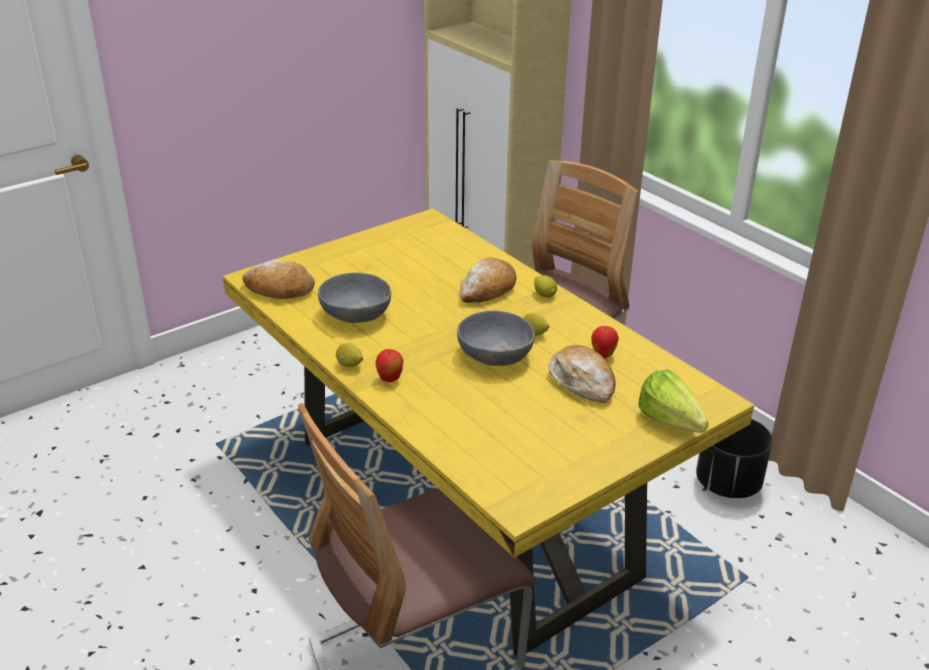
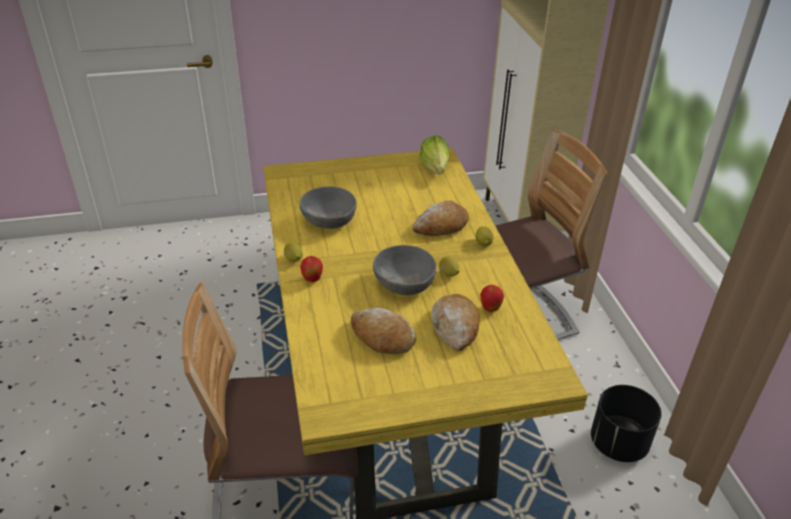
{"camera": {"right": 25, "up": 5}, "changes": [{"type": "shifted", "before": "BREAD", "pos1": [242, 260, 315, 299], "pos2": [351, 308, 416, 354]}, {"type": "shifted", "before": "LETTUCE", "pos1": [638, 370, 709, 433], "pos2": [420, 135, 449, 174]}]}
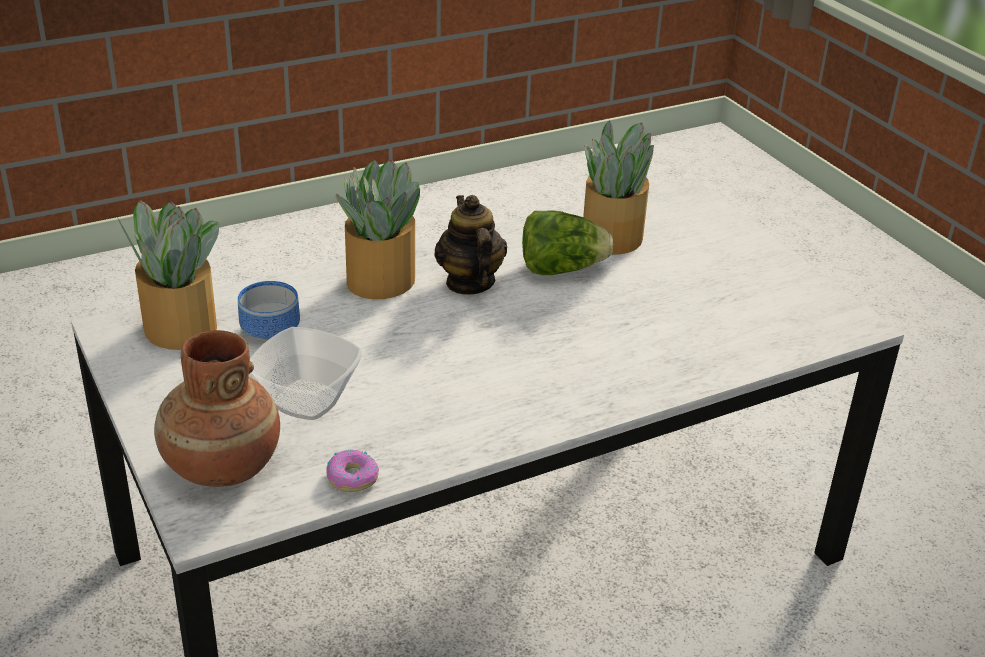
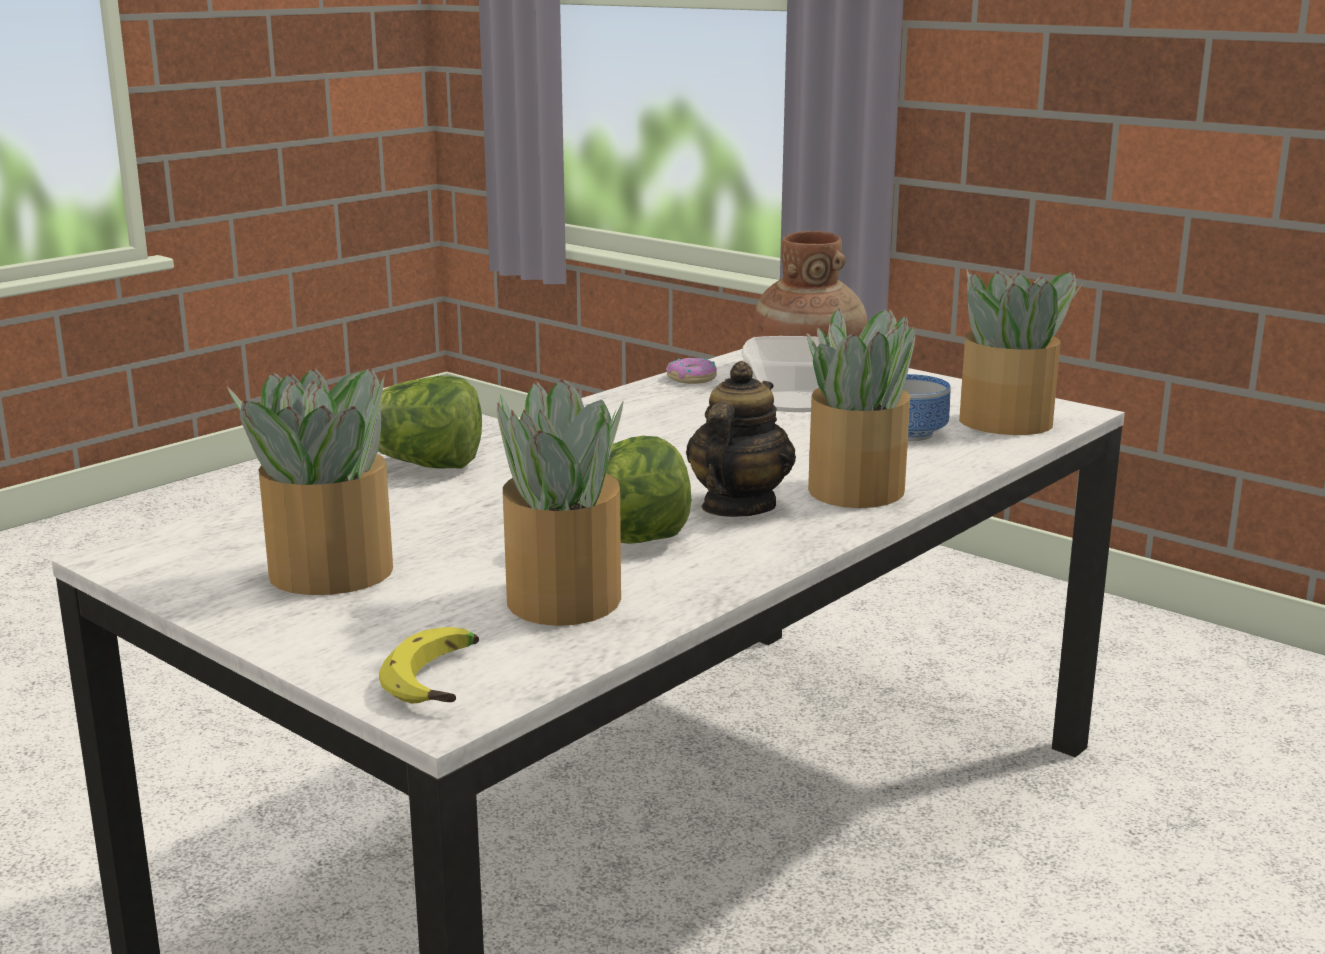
{"camera": {"right": 160, "up": -15}, "changes": [{"type": "new", "after": "POTTED PLANT", "pos2": [227, 368, 393, 595]}, {"type": "new", "after": "LETTUCE", "pos2": [378, 376, 482, 469]}, {"type": "new", "after": "BANANA", "pos2": [379, 627, 479, 704]}, {"type": "rotated", "before": "TEAPOT", "pos1": [434, 195, 507, 295], "pos2": [686, 361, 796, 517], "turn": -120}]}
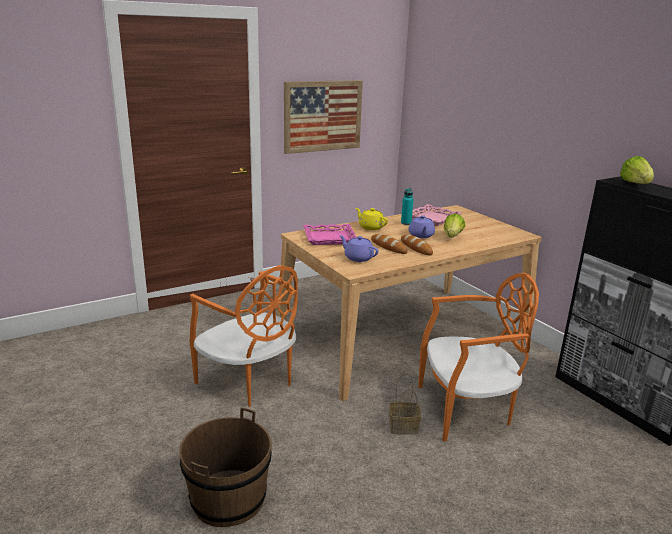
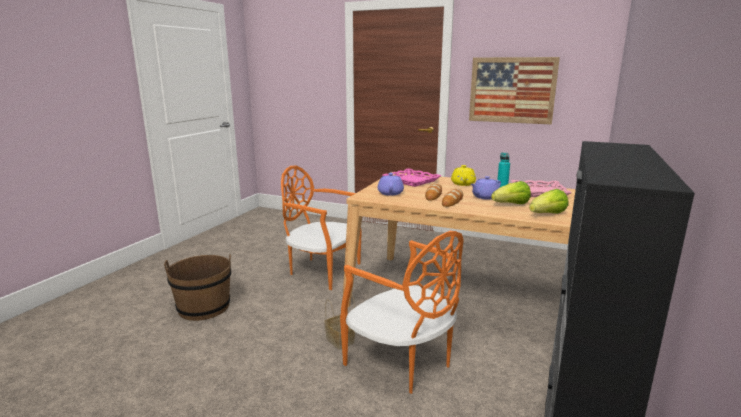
{"camera": {"right": 55, "up": -5}, "changes": [{"type": "shifted", "before": "LETTUCE", "pos1": [620, 156, 654, 184], "pos2": [529, 189, 569, 214]}, {"type": "rotated", "before": "ORANGE CHAIR", "pos1": [189, 265, 298, 407], "pos2": [281, 166, 362, 290], "turn": 105}]}
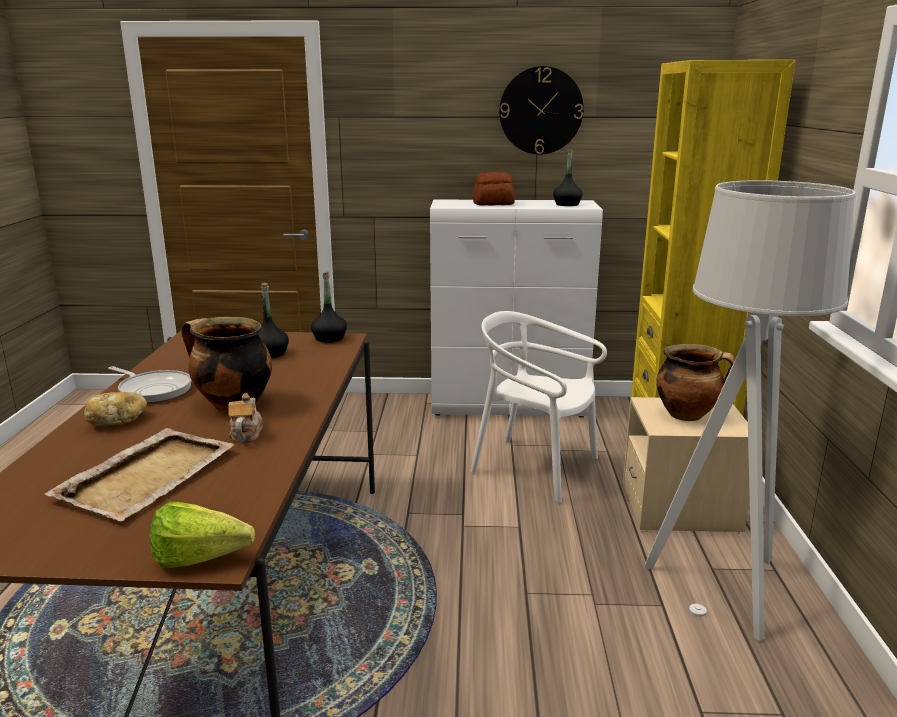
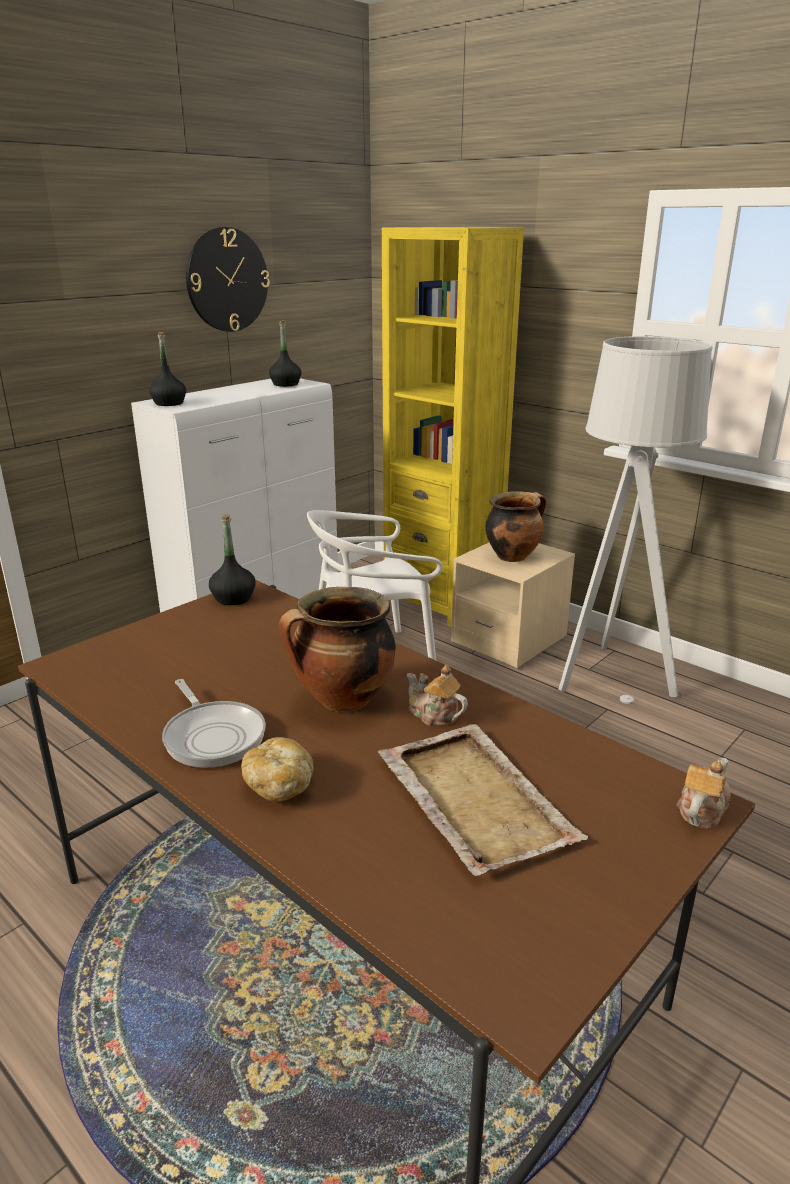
{"camera": {"right": -50, "up": 5}, "changes": [{"type": "gone", "before": "BREAD", "pos1": [473, 172, 515, 205]}, {"type": "shifted", "before": "BLACK BOTTLE", "pos1": [258, 283, 289, 358], "pos2": [149, 332, 186, 406]}, {"type": "swapped", "before": "LETTUCE", "after": "TEAPOT", "pos1": [150, 502, 255, 568], "pos2": [676, 758, 731, 829]}, {"type": "rotated", "before": "FRYING PAN", "pos1": [108, 366, 192, 403], "pos2": [162, 679, 266, 768], "turn": 75}]}
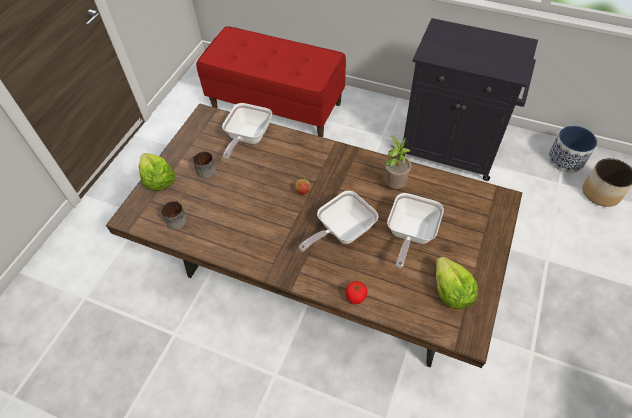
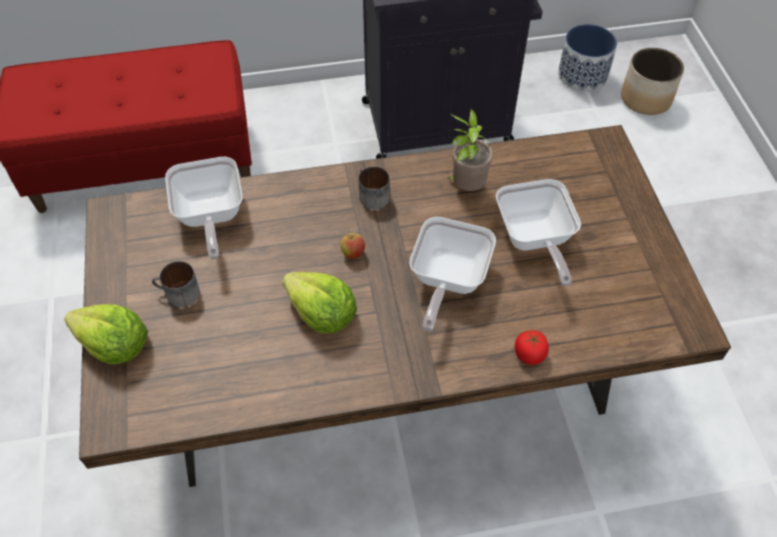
{"camera": {"right": -35, "up": 0}, "changes": [{"type": "shifted", "before": "MUG", "pos1": [161, 200, 187, 230], "pos2": [358, 166, 390, 209]}, {"type": "shifted", "before": "LETTUCE", "pos1": [436, 257, 478, 309], "pos2": [282, 272, 357, 333]}]}
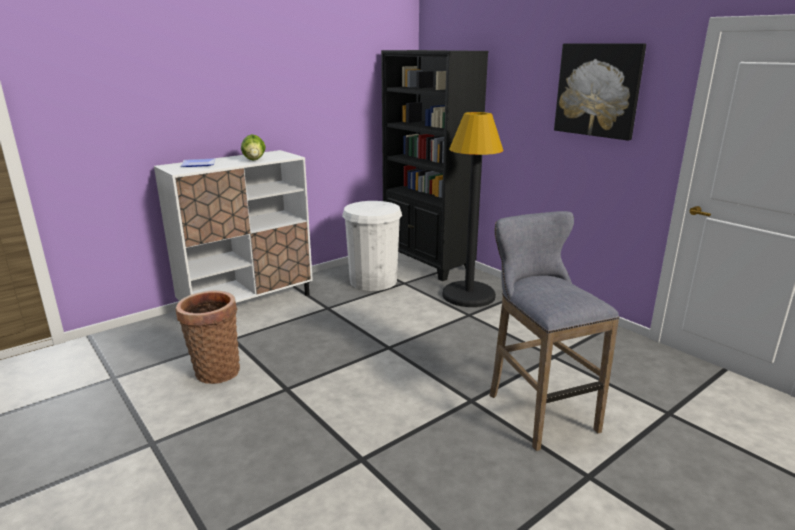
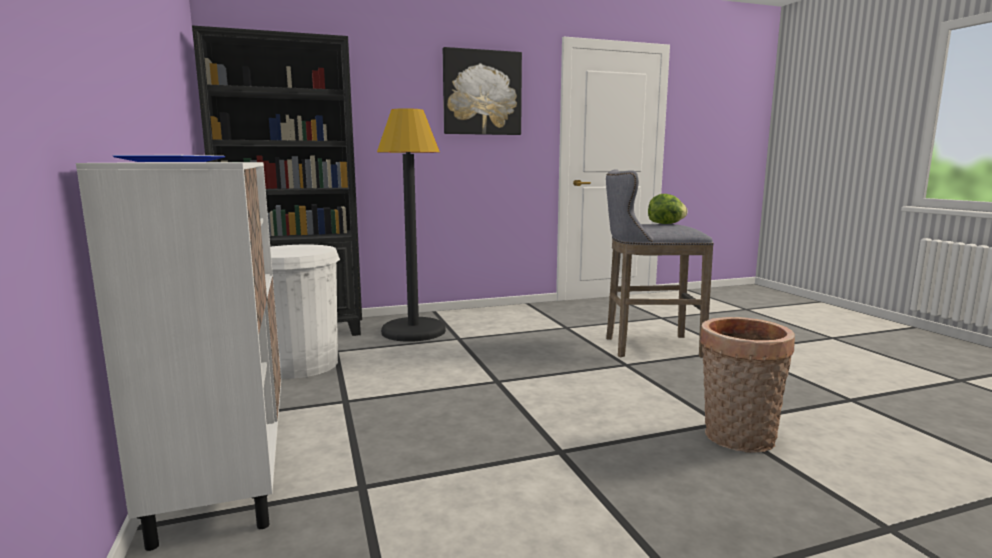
{"camera": {"right": -70, "up": -10}, "changes": [{"type": "shifted", "before": "BASKET", "pos1": [176, 290, 240, 384], "pos2": [700, 317, 795, 453]}, {"type": "shifted", "before": "LETTUCE", "pos1": [241, 134, 266, 161], "pos2": [648, 194, 687, 224]}]}
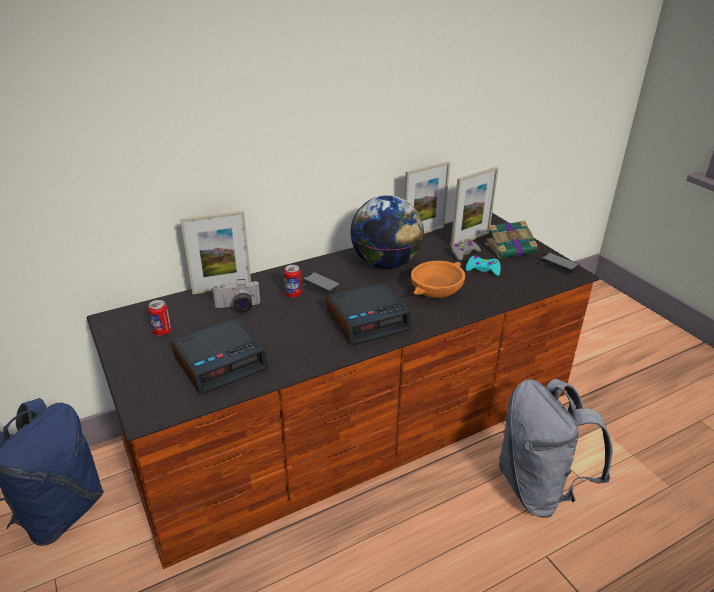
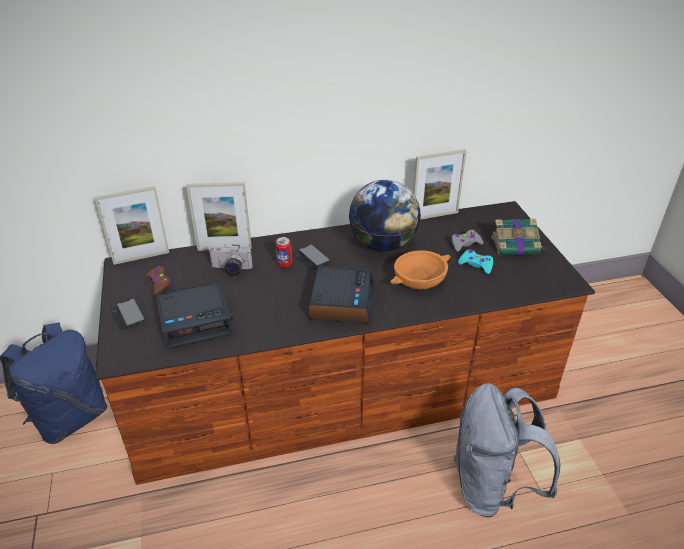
{"camera": {"right": 15, "up": 5}, "changes": [{"type": "shifted", "before": "PICTURE FRAME", "pos1": [451, 167, 498, 246], "pos2": [95, 186, 169, 265]}, {"type": "shifted", "before": "PHONE", "pos1": [537, 252, 579, 275], "pos2": [110, 298, 145, 331]}, {"type": "swapped", "before": "CAN", "after": "BROWN GAME CONTROLLER", "pos1": [148, 300, 171, 336], "pos2": [145, 266, 170, 295]}, {"type": "rotated", "before": "ALARM CLOCK", "pos1": [327, 283, 412, 345], "pos2": [309, 266, 374, 324], "turn": -75}]}
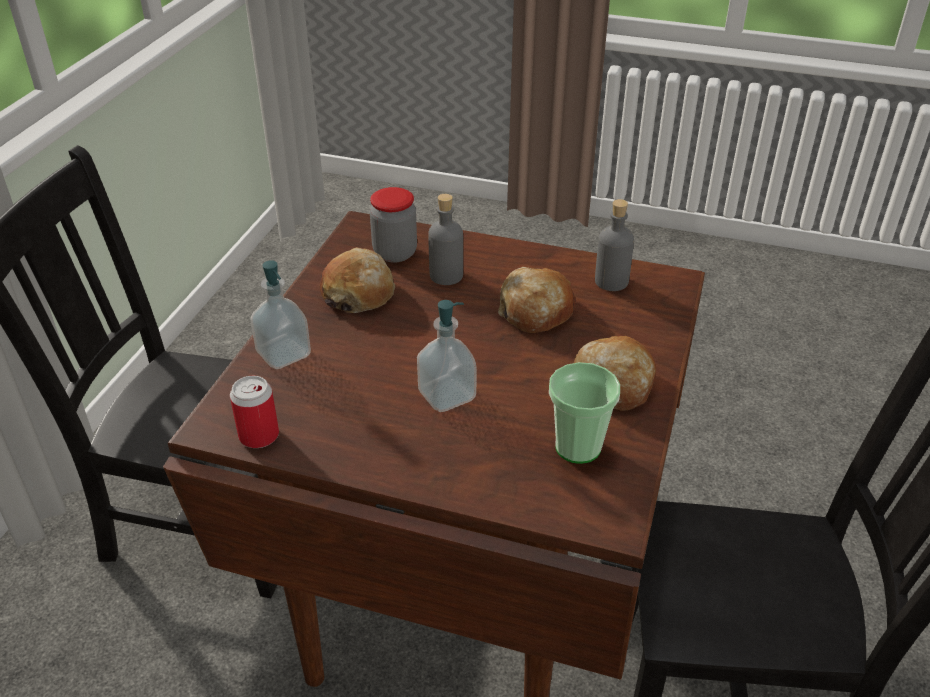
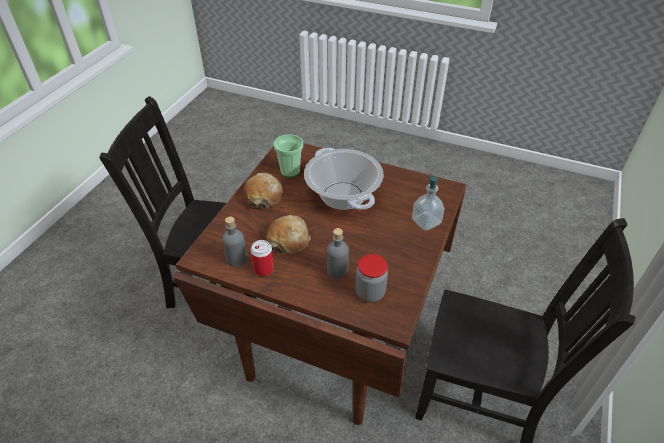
{"camera": {"right": -175, "up": 5}, "changes": [{"type": "gone", "before": "BREAD", "pos1": [319, 247, 395, 313]}, {"type": "shifted", "before": "CAN", "pos1": [230, 376, 279, 448], "pos2": [250, 240, 274, 276]}, {"type": "swapped", "before": "SOAP DISPENSER", "after": "COOKING POT", "pos1": [417, 300, 477, 412], "pos2": [304, 147, 383, 210]}]}
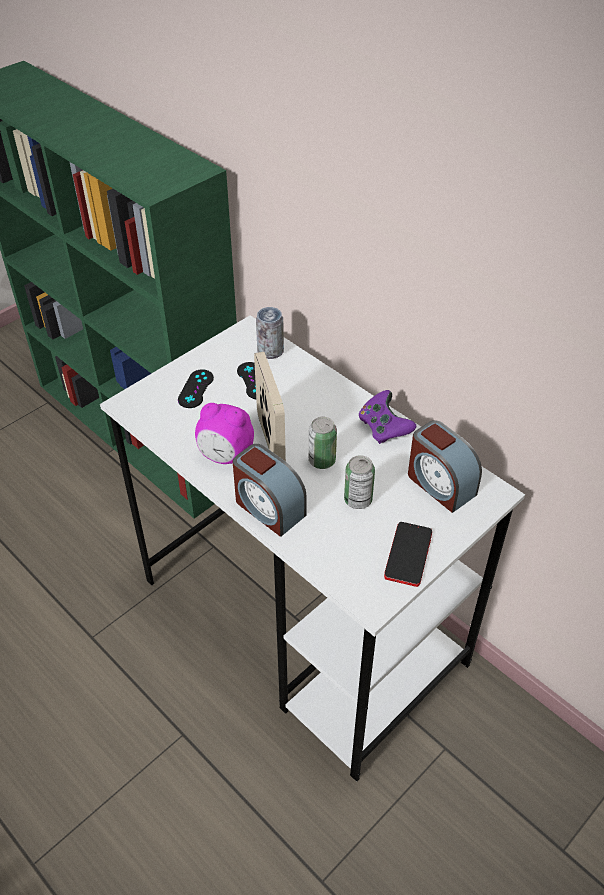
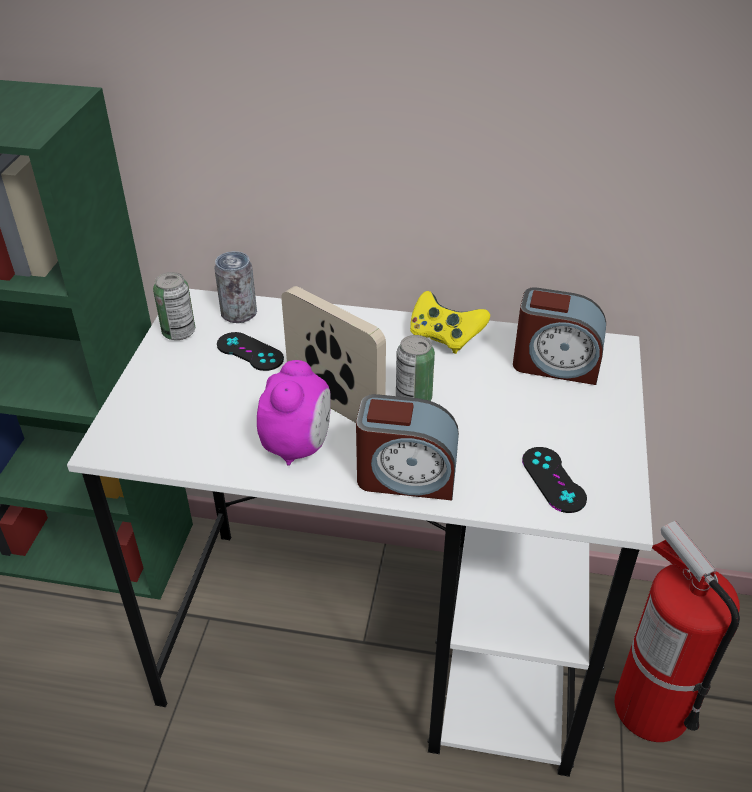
{"camera": {"right": -35, "up": -5}, "changes": [{"type": "gone", "before": "PHONE", "pos1": [384, 522, 432, 587]}, {"type": "new", "after": "FIRE EXTINGUISHER", "pos2": [615, 521, 740, 742]}, {"type": "shifted", "before": "BLACK GAME CONTROLLER", "pos1": [178, 369, 214, 408], "pos2": [522, 447, 587, 513]}, {"type": "shifted", "before": "CAN", "pos1": [344, 455, 375, 509], "pos2": [153, 272, 195, 340]}, {"type": "repainted", "before": "PURPLE GAME CONTROLLER", "after": "YELLOW GAME CONTROLLER", "pos1": [359, 390, 416, 444], "pos2": [410, 291, 490, 354]}, {"type": "rotated", "before": "ALARM CLOCK", "pos1": [195, 403, 254, 464], "pos2": [257, 360, 330, 466], "turn": -60}]}
